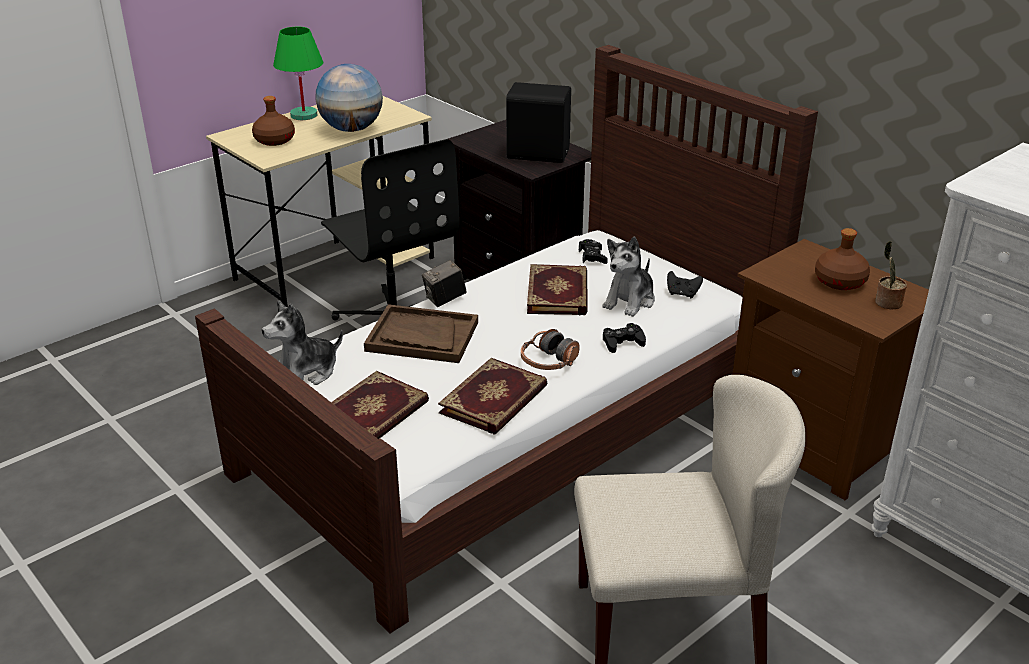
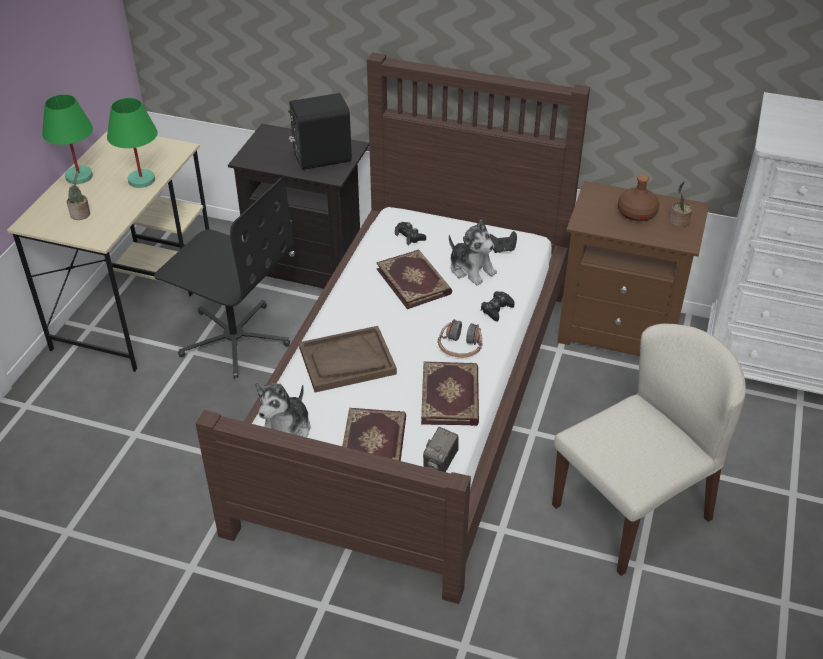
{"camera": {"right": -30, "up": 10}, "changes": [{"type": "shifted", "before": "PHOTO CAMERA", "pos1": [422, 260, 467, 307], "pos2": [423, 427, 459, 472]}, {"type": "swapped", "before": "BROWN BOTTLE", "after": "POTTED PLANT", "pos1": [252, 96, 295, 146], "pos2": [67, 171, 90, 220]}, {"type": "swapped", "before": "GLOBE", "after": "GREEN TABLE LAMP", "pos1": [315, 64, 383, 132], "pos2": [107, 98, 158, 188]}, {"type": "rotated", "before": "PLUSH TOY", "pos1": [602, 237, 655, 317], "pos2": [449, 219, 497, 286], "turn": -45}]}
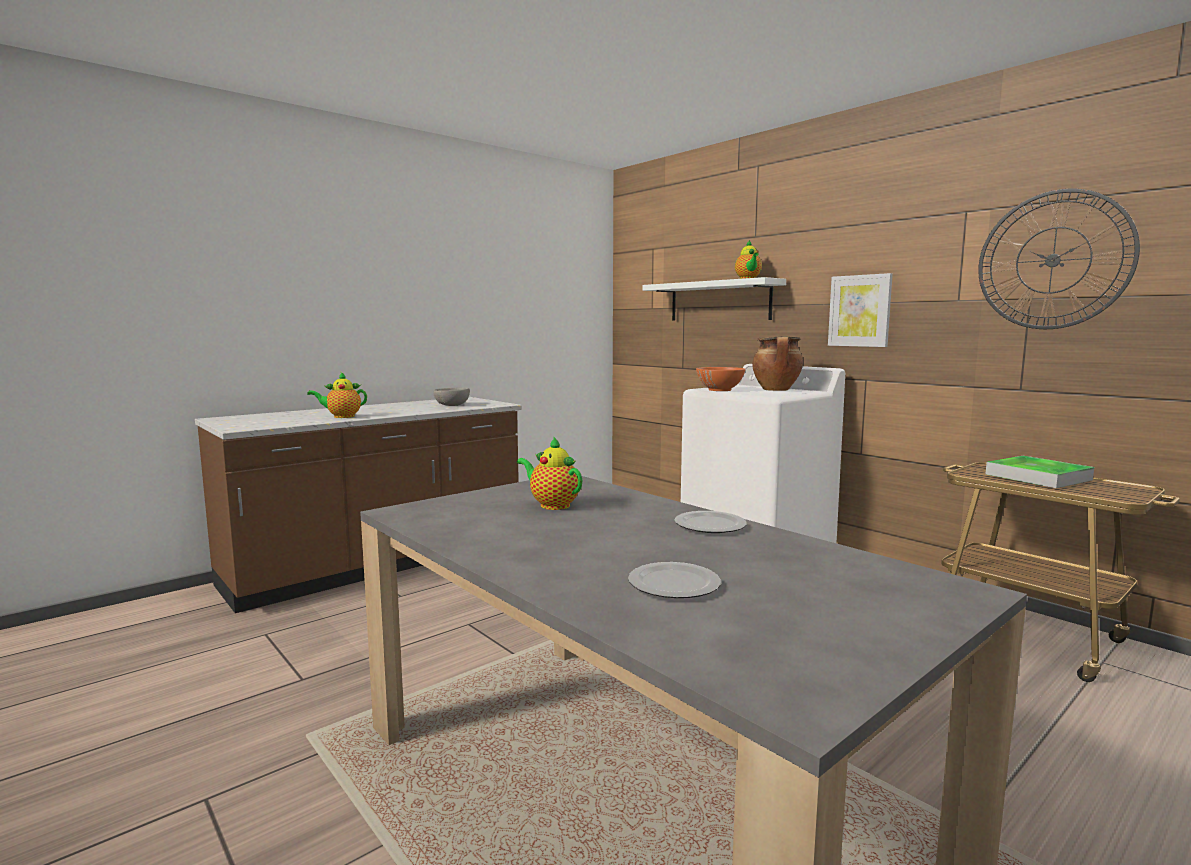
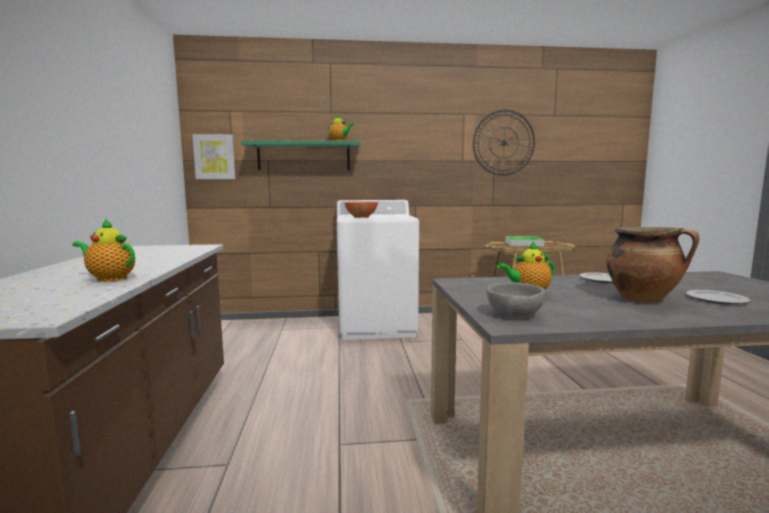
{"camera": {"right": -55, "up": 0}, "changes": [{"type": "shifted", "before": "GREY BOWL", "pos1": [433, 387, 470, 406], "pos2": [487, 282, 545, 317]}, {"type": "shifted", "before": "COOKING POT", "pos1": [752, 336, 803, 391], "pos2": [607, 227, 699, 303]}, {"type": "shifted", "before": "PICTURE", "pos1": [828, 273, 893, 347], "pos2": [192, 134, 235, 179]}, {"type": "repainted", "before": "WHITE SHELF", "after": "GREEN SHELF", "pos1": [643, 277, 786, 321], "pos2": [241, 140, 361, 170]}, {"type": "rotated", "before": "TEAPOT", "pos1": [307, 372, 367, 418], "pos2": [72, 219, 135, 282], "turn": 90}]}
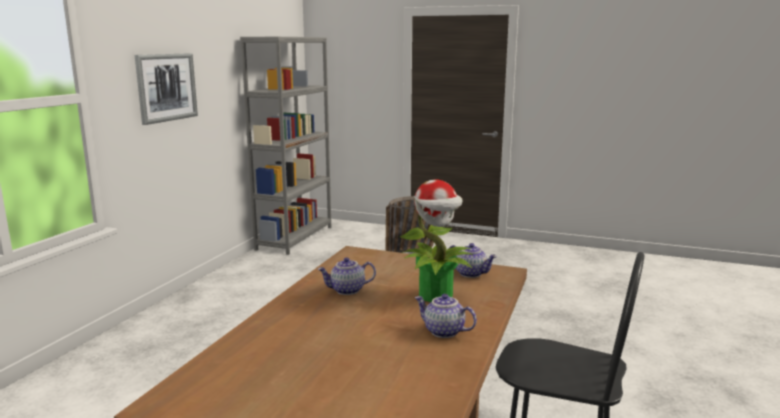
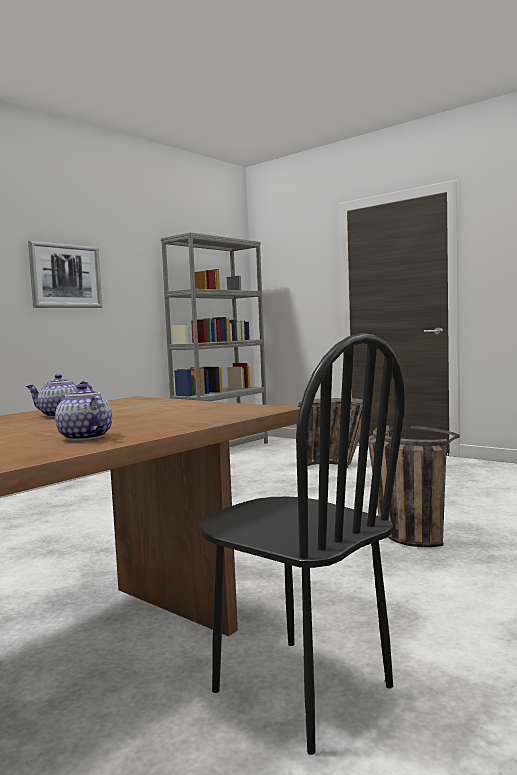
{"camera": {"right": 20, "up": -10}, "changes": [{"type": "gone", "before": "POTTED PLANT", "pos1": [400, 179, 473, 302]}, {"type": "gone", "before": "TEAPOT", "pos1": [449, 243, 497, 278]}, {"type": "new", "after": "BASKET", "pos2": [368, 425, 460, 547]}]}
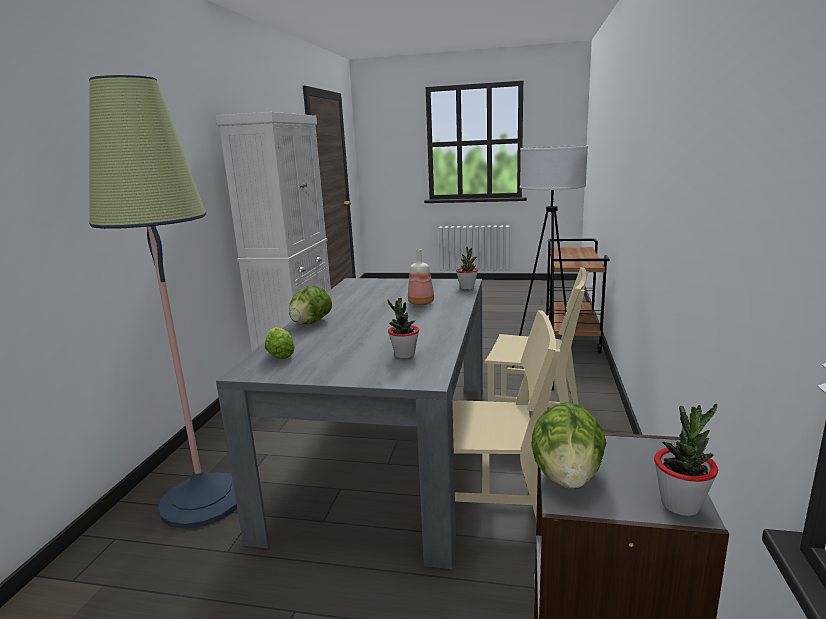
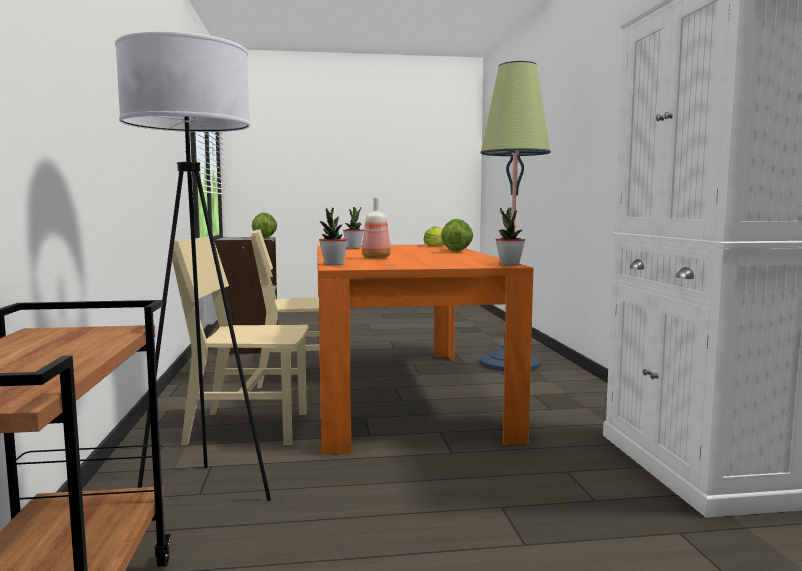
{"camera": {"right": 160, "up": -10}, "changes": [{"type": "shifted", "before": "POTTED PLANT", "pos1": [654, 404, 718, 516], "pos2": [496, 207, 525, 265]}, {"type": "repainted", "before": "GREY DINING TABLE", "after": "ORANGE DINING TABLE", "pos1": [216, 278, 483, 569], "pos2": [317, 245, 533, 455]}]}
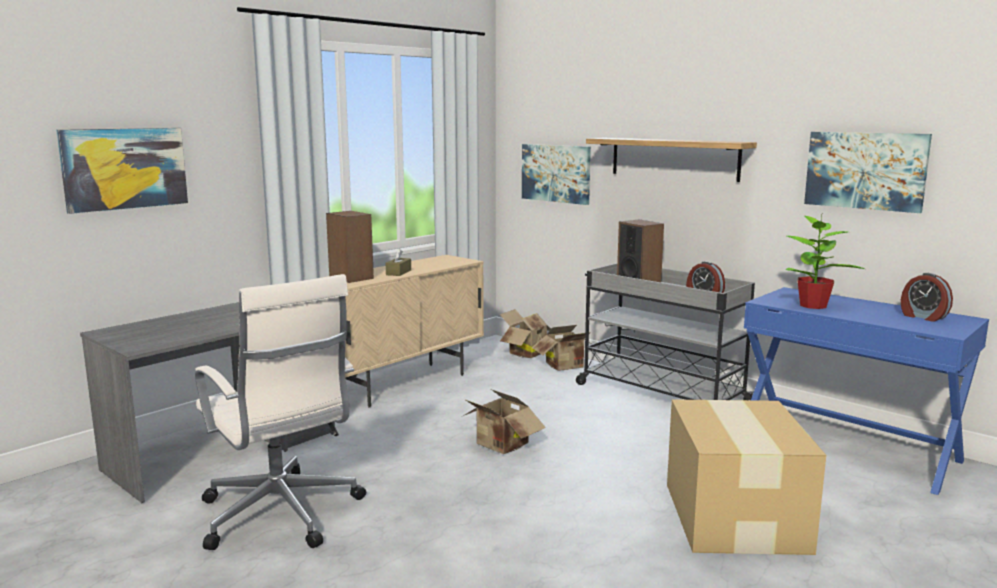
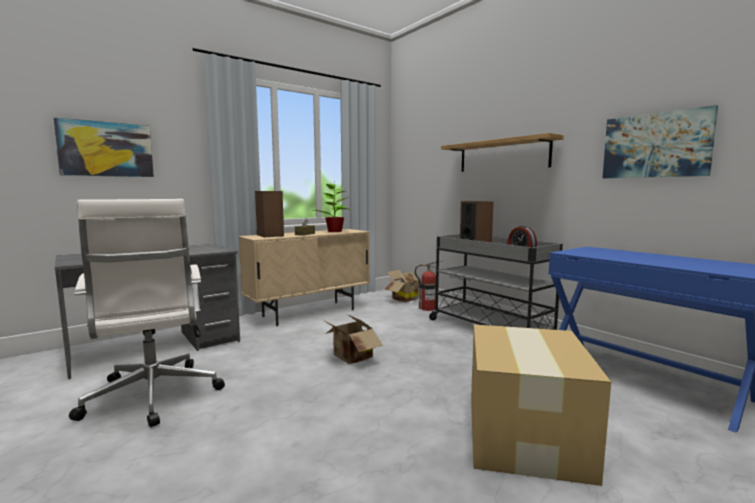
{"camera": {"right": 10, "up": -5}, "changes": [{"type": "gone", "before": "PICTURE", "pos1": [522, 144, 591, 205]}, {"type": "gone", "before": "ALARM CLOCK", "pos1": [901, 273, 953, 322]}, {"type": "shifted", "before": "POTTED PLANT", "pos1": [786, 215, 865, 309], "pos2": [314, 184, 352, 232]}, {"type": "swapped", "before": "CARDBOARD BOX", "after": "FIRE EXTINGUISHER", "pos1": [532, 325, 598, 371], "pos2": [415, 260, 443, 311]}]}
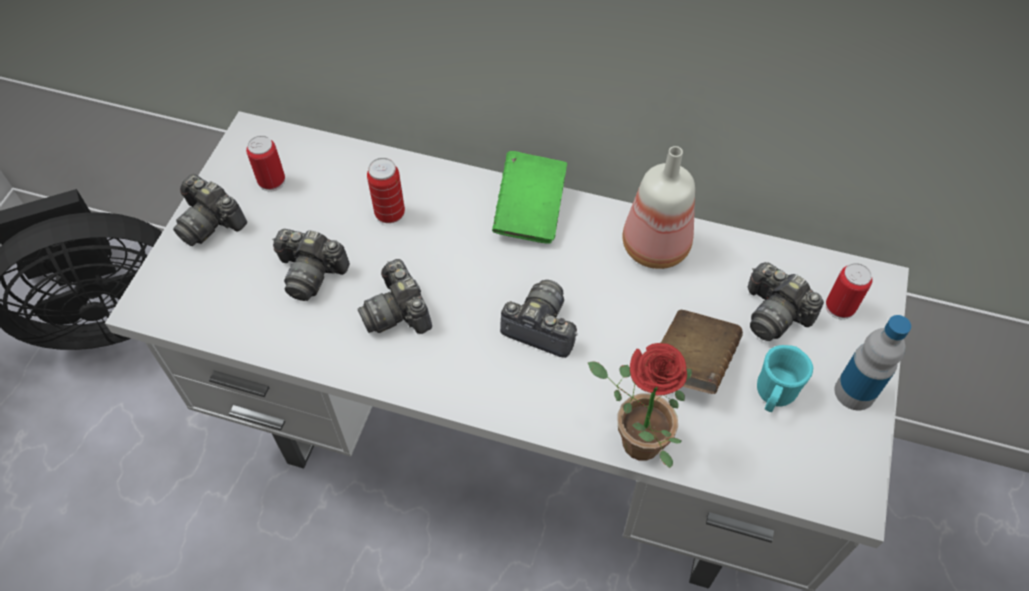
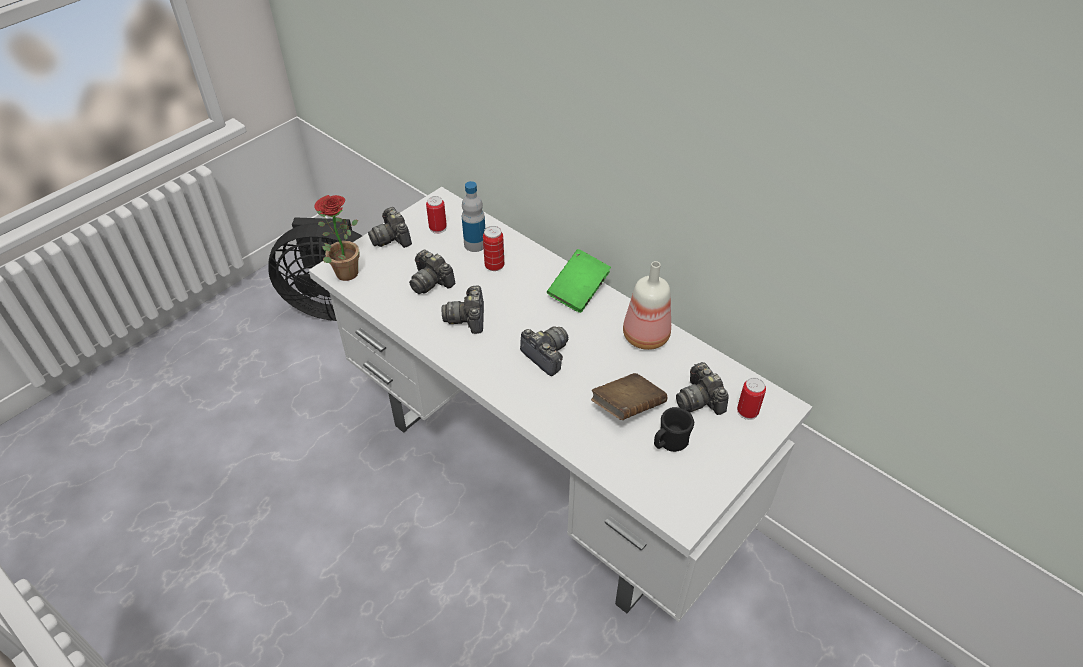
{"camera": {"right": 25, "up": -10}, "changes": [{"type": "shifted", "before": "POTTED PLANT", "pos1": [587, 343, 692, 468], "pos2": [315, 195, 360, 281]}, {"type": "shifted", "before": "BOTTLE", "pos1": [835, 315, 911, 410], "pos2": [462, 181, 485, 252]}, {"type": "repainted", "before": "TURQUOISE MUG", "after": "BLACK MUG", "pos1": [757, 345, 813, 412], "pos2": [654, 407, 694, 452]}]}
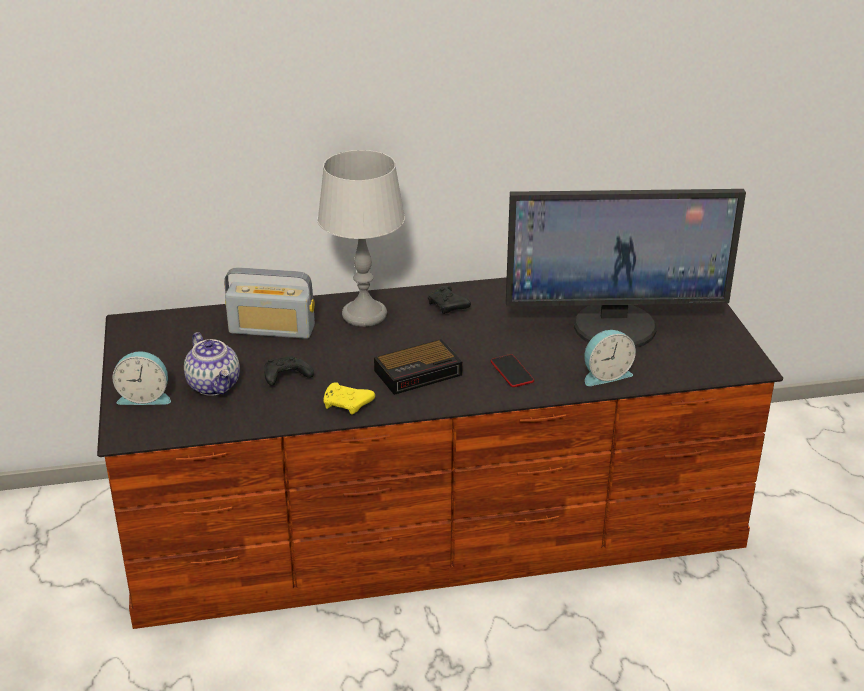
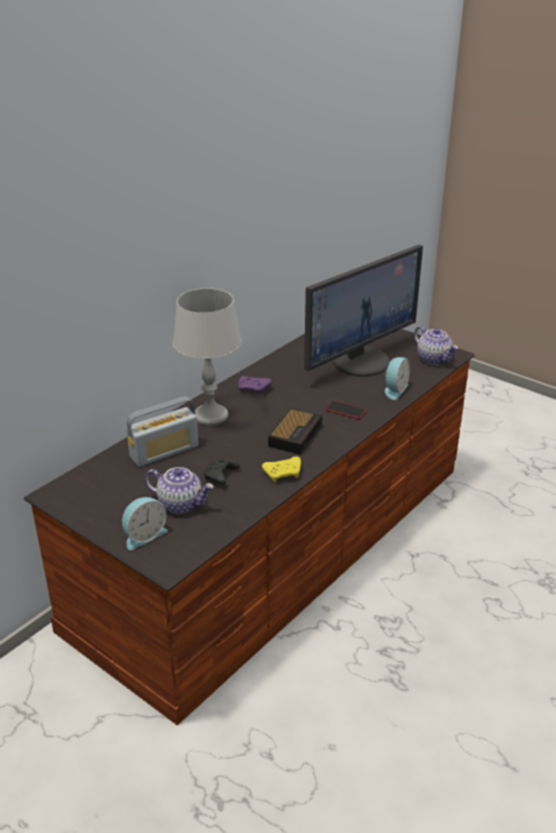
{"camera": {"right": -40, "up": 0}, "changes": [{"type": "new", "after": "TEAPOT", "pos2": [414, 326, 458, 365]}, {"type": "repainted", "before": "BLACK GAME CONTROLLER", "after": "PURPLE GAME CONTROLLER", "pos1": [428, 285, 471, 314], "pos2": [238, 376, 272, 395]}]}
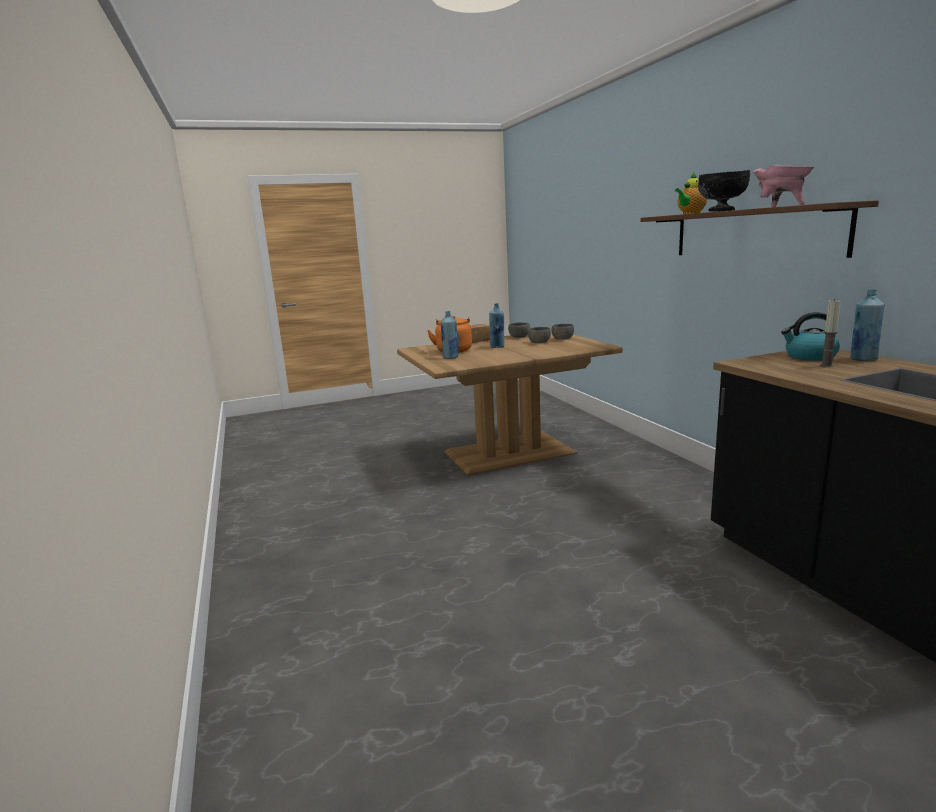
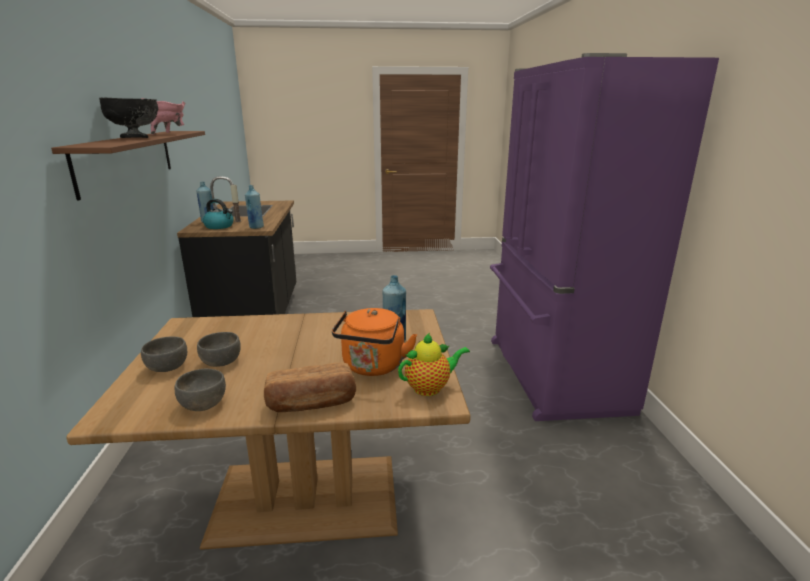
{"camera": {"right": -165, "up": 5}, "changes": [{"type": "new", "after": "PURPLE FRIDGE", "pos2": [490, 53, 719, 421]}, {"type": "shifted", "before": "BLUE BOTTLE", "pos1": [489, 303, 505, 348], "pos2": [245, 185, 264, 229]}, {"type": "shifted", "before": "TEAPOT", "pos1": [675, 172, 707, 214], "pos2": [398, 333, 470, 396]}]}
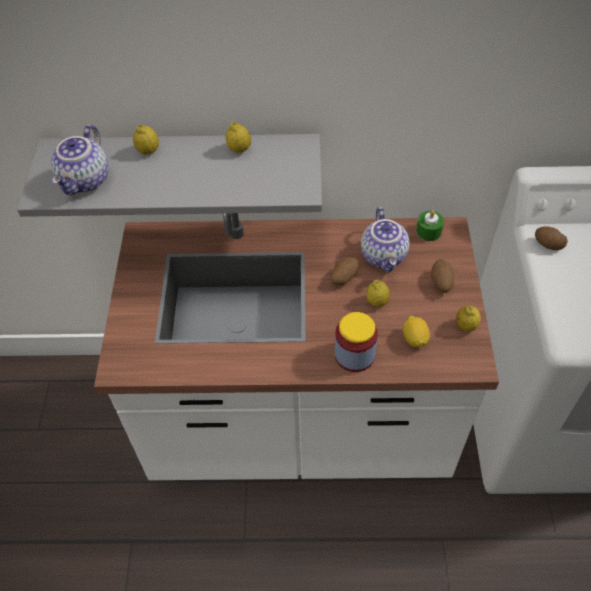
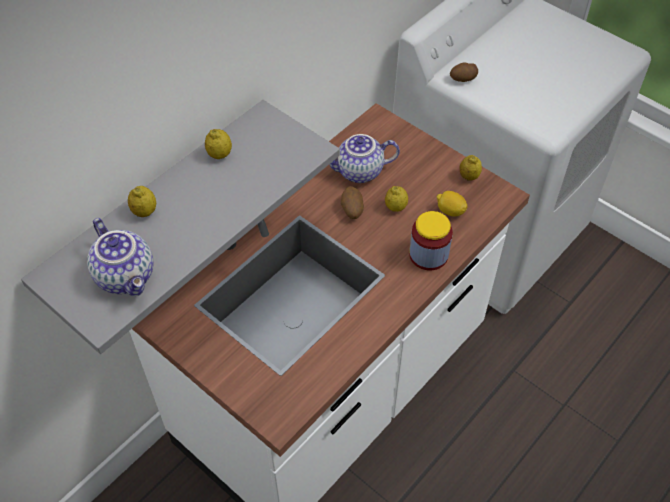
{"camera": {"right": -50, "up": 0}, "changes": [{"type": "gone", "before": "GREEN CANDLE", "pos1": [416, 210, 444, 241]}, {"type": "gone", "before": "POTATO", "pos1": [431, 259, 454, 293]}, {"type": "rotated", "before": "TEAPOT", "pos1": [361, 207, 410, 272], "pos2": [329, 134, 400, 183], "turn": 135}]}
